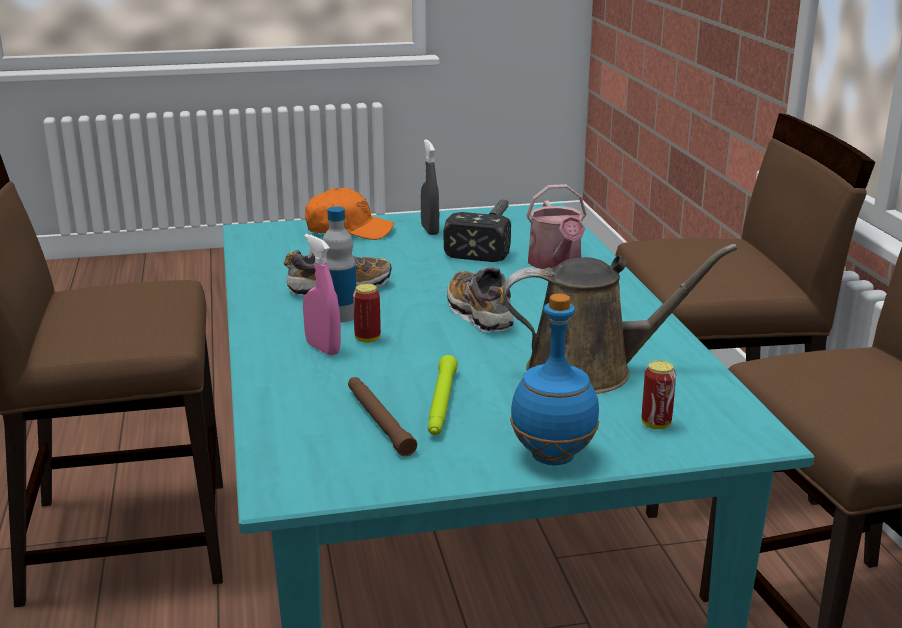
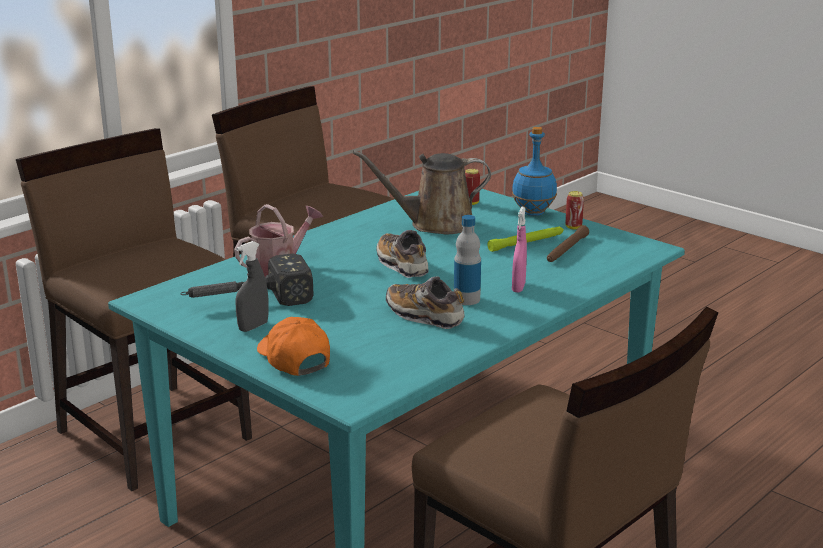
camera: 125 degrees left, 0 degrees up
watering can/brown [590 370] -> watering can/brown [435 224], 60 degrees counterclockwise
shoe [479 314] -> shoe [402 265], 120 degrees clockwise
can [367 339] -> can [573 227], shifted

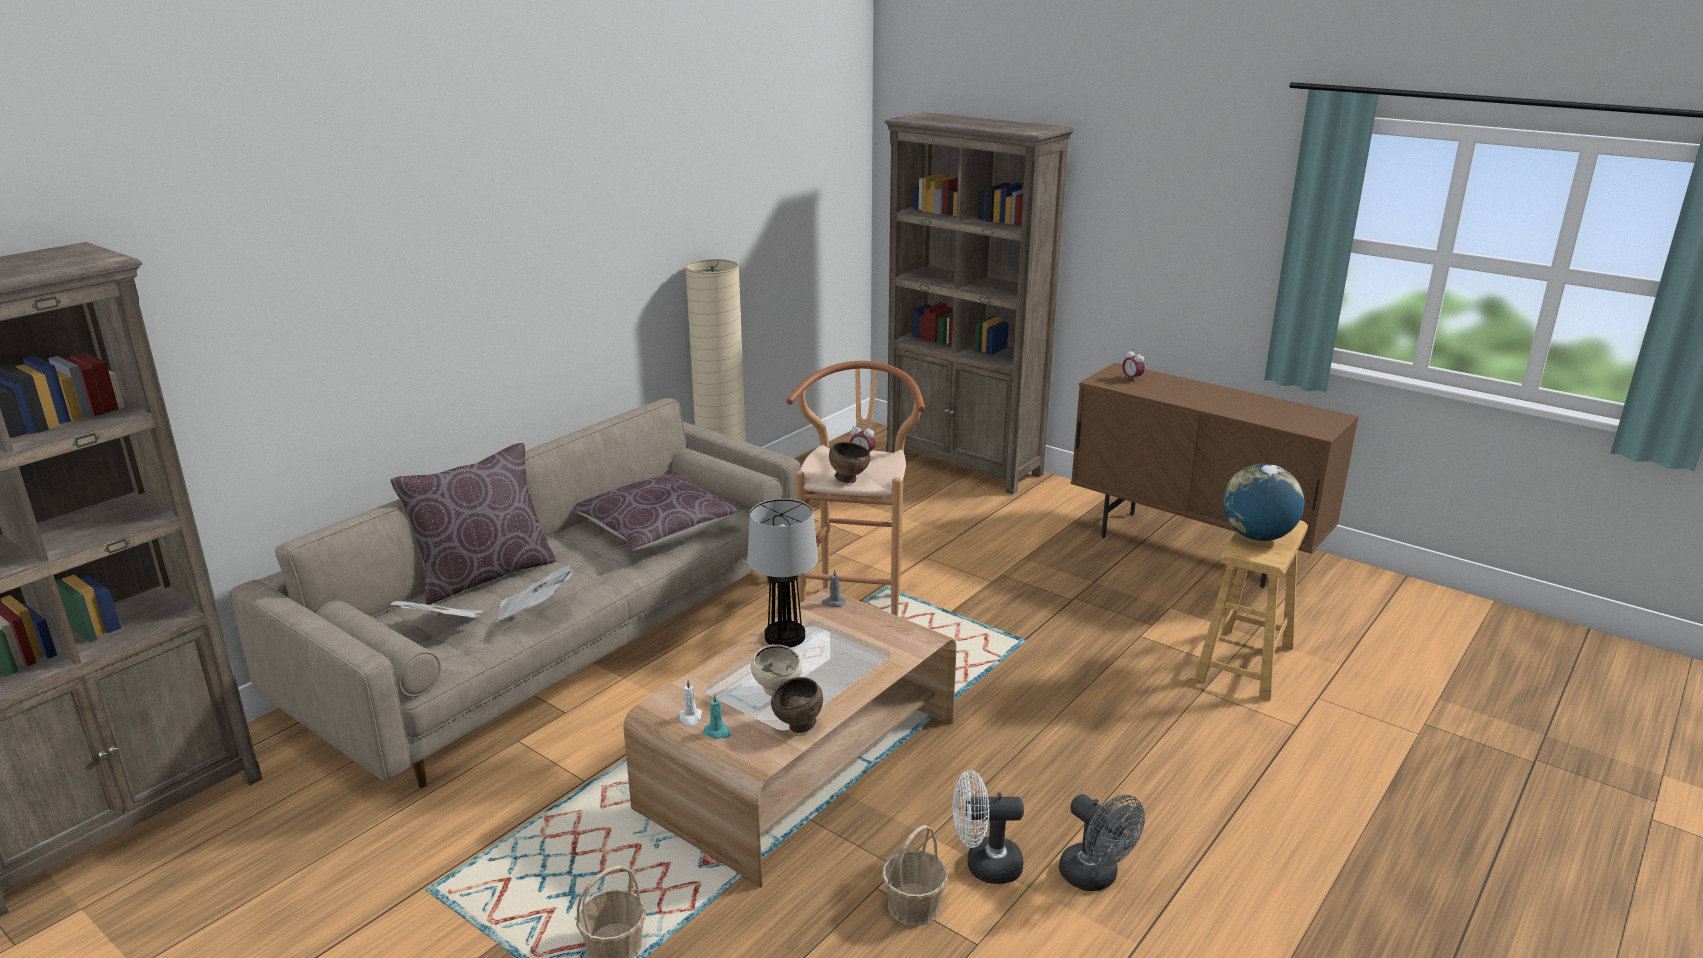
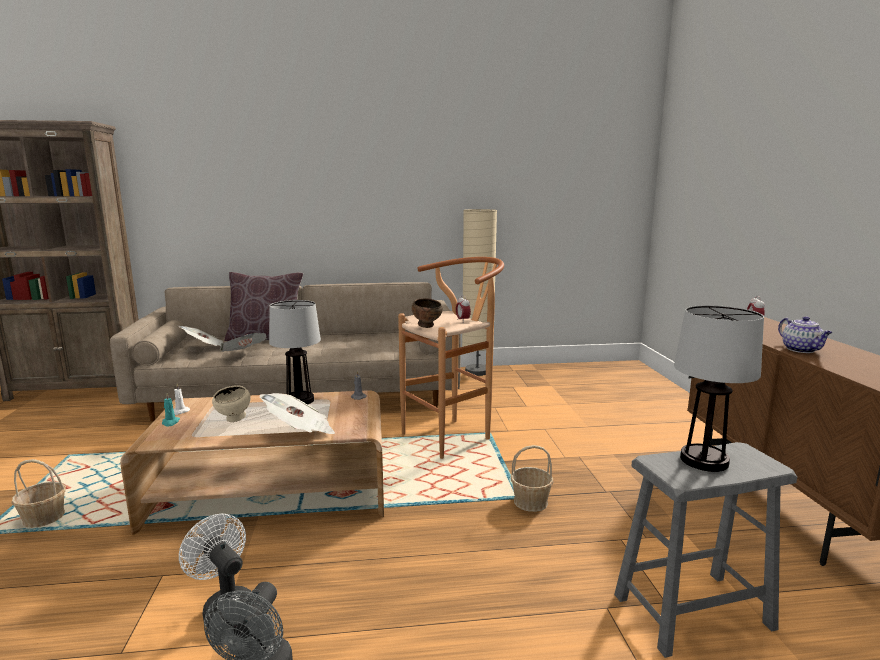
camera: 45 degrees right, 10 degrees down
none -> newspaper [300 431]
basket [914 905] -> basket [531 502], shifted
stool/brown [1244 663] -> stool/grey [692 611]
globe [1257 536] -> table lamp [703 460]
none -> teapot [801 350]
pillow/brown [658 529] -> none
bowl/brown [798 727] -> none
bookcase/brown [964 465] -> none

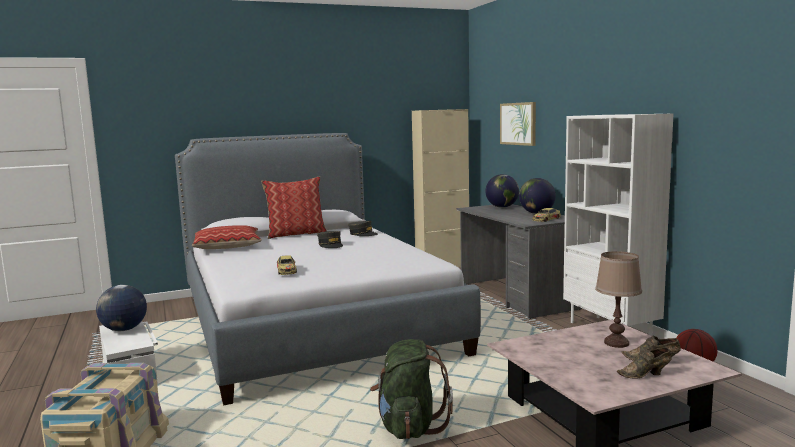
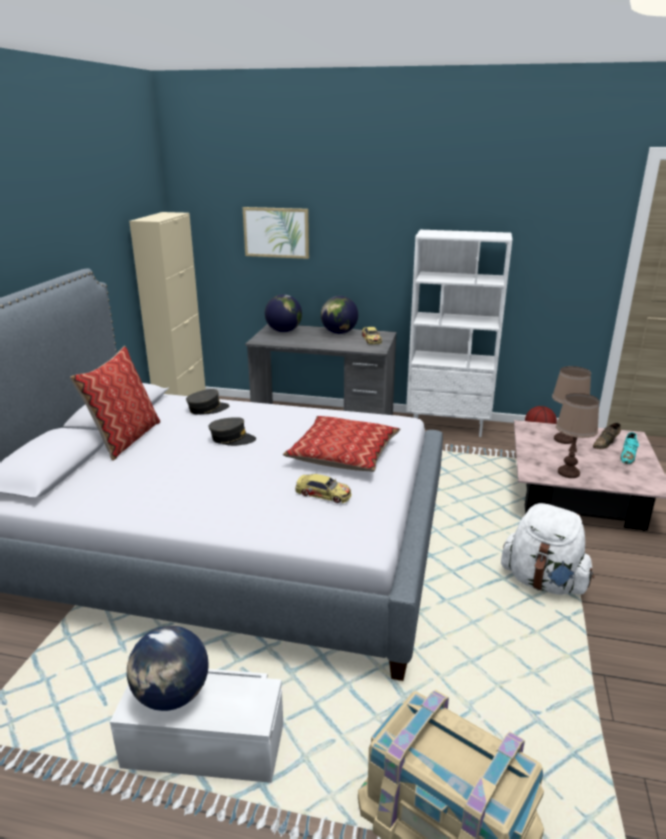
camera: 55 degrees left, 15 degrees up
pillow [228 246] -> pillow [343 454], shifted
backpack/green [409 427] -> backpack/white [543 582]
none -> table lamp/brown [568 473]
shoe/brown [646 375] -> shoe/turquoise [628 456]

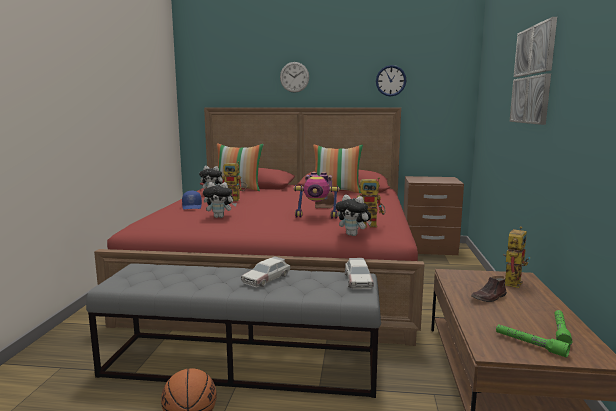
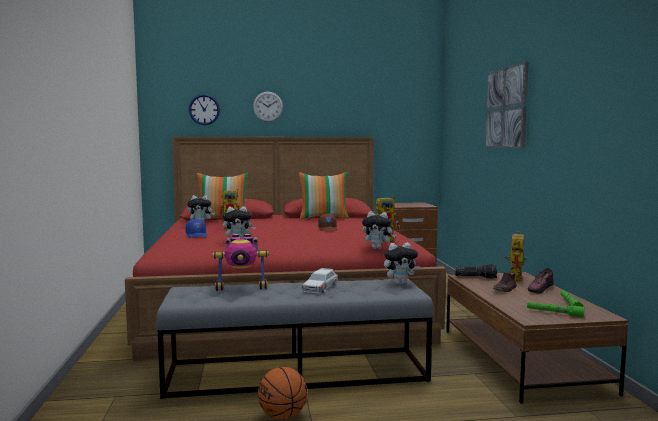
camera: 15 degrees left, 5 degrees down
wall clock [390 80] -> wall clock [204 109], shifted
toy robot [317 216] -> toy robot [242 287], shifted
toy car [358 280] -> plush toy [400 283]
none -> flashlight [476 277]
none -> shoe [540 289]

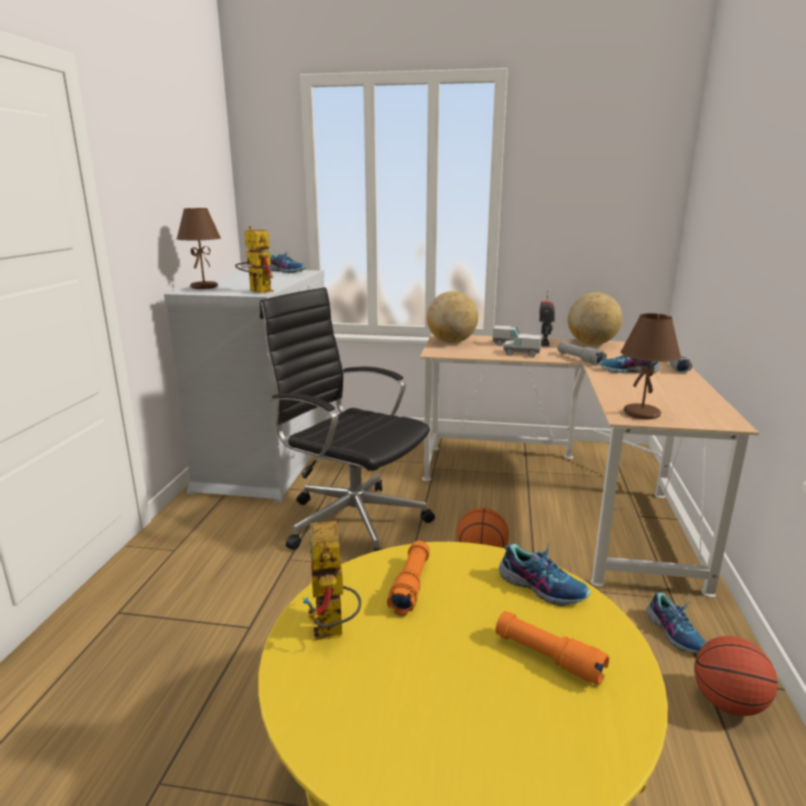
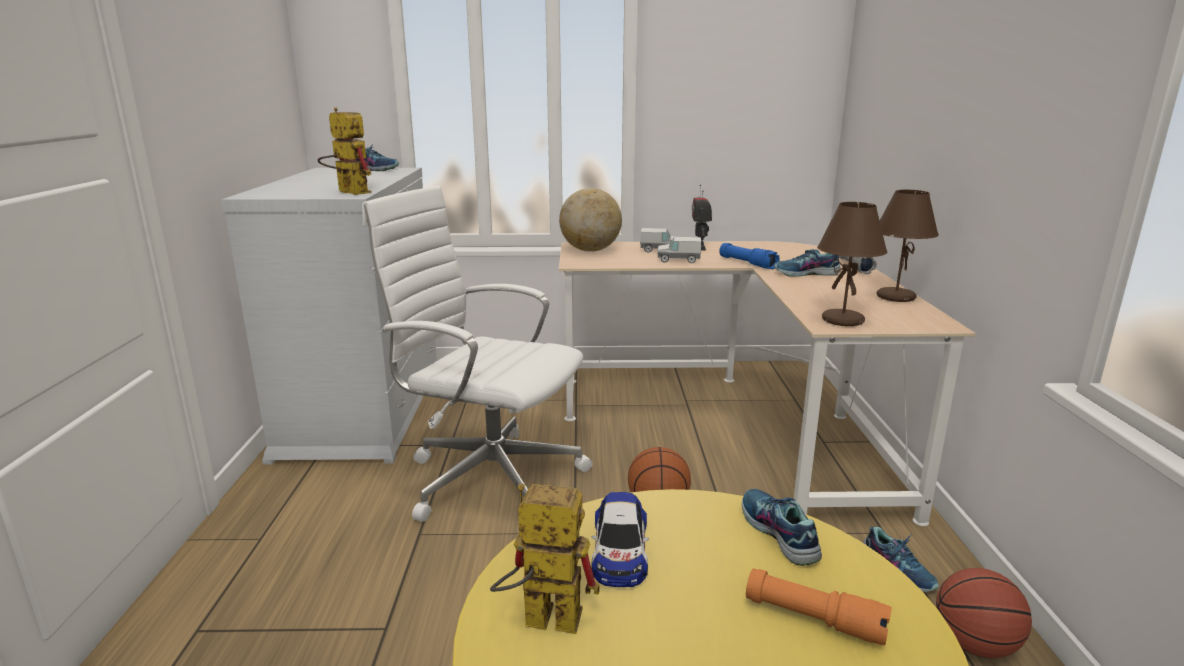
camera: 10 degrees left, 0 degrees up
office chair/black [352 520] -> office chair/white [489 477]
toy robot [333 631] -> toy robot [539 621], 120 degrees clockwise
flashlight/orange [410 586] -> toy car [620 550]
flashlight/grey [580 359] -> flashlight/blue [747 263]
shoe [542 587] -> shoe [777 534], 135 degrees counterclockwise
table lamp/brown [204 287] -> table lamp/brown [895 297], shifted
globe [592 344] -> none

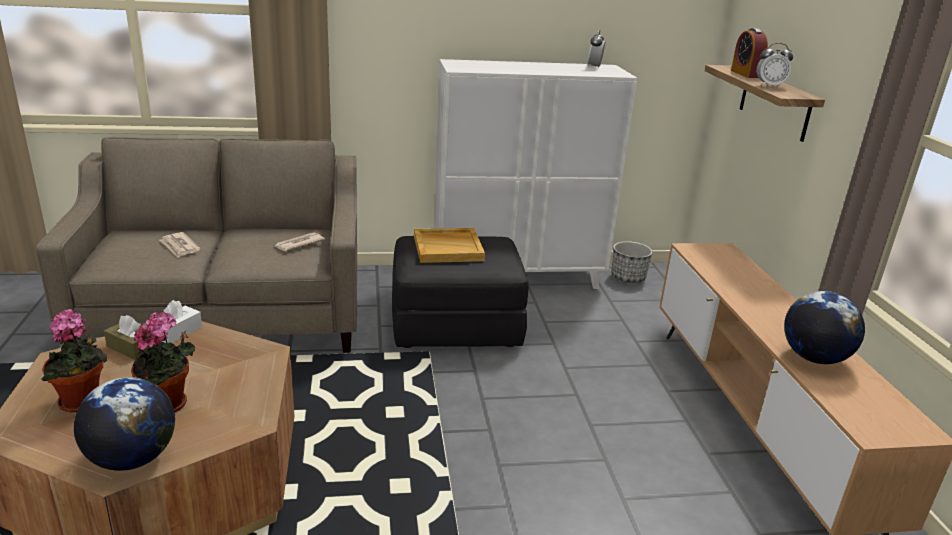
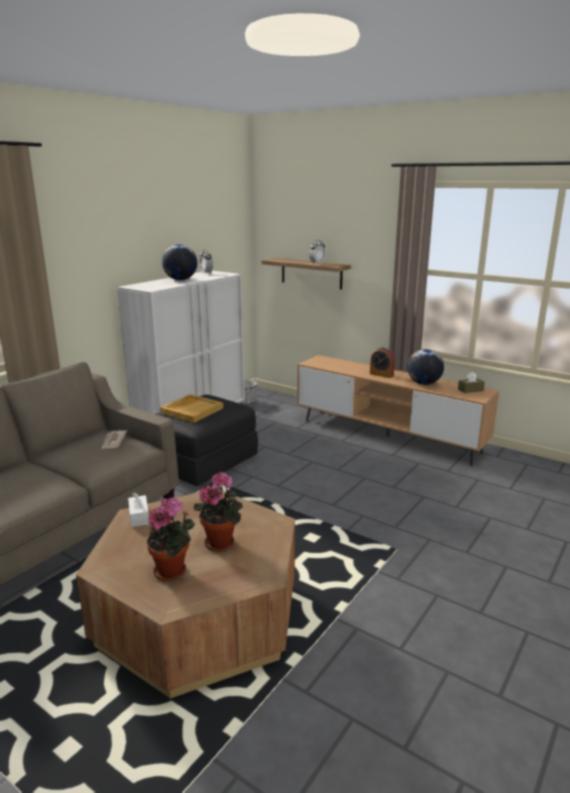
camera: 45 degrees left, 5 degrees down
globe [132 459] -> globe [180 280], shifted
alarm clock [745 74] -> alarm clock [381 374], shifted
tissue box/brown [131 348] -> tissue box/brown [470 390], shifted
newspaper [179 247] -> none

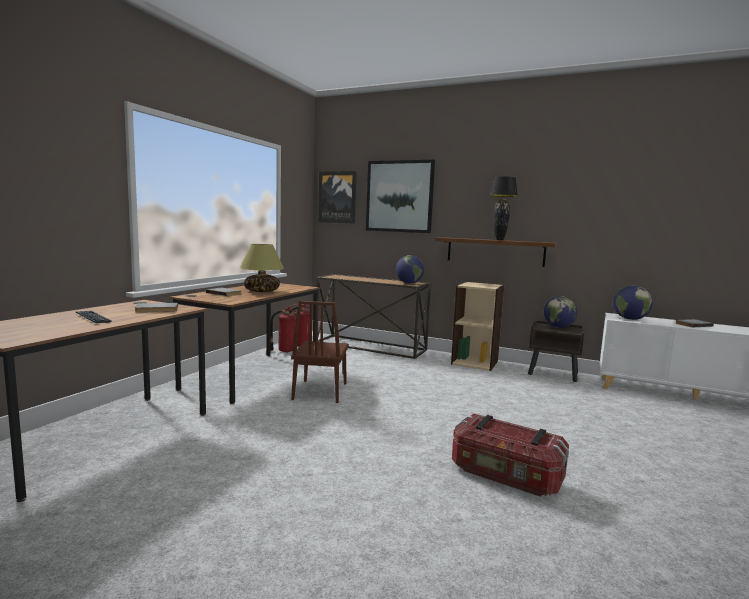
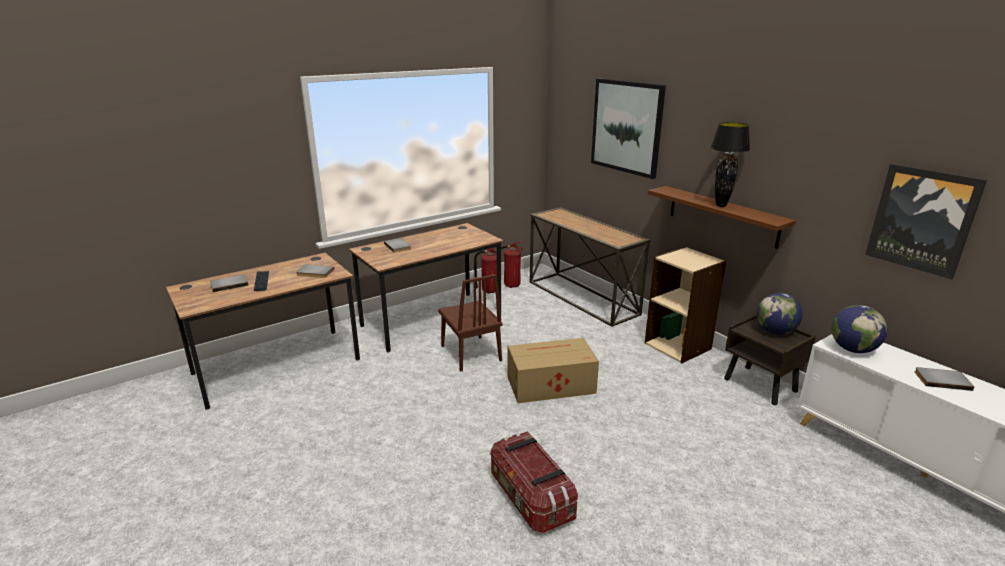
camera: 30 degrees right, 15 degrees up
none -> book/grey [229 284]
chair/brown [320 391] -> chair/brown [470 353], 60 degrees counterclockwise
none -> cardboard box [549 384]
picture [337 197] -> picture [922 219], shifted
table lamp [262 291] -> none
globe [409 283] -> none

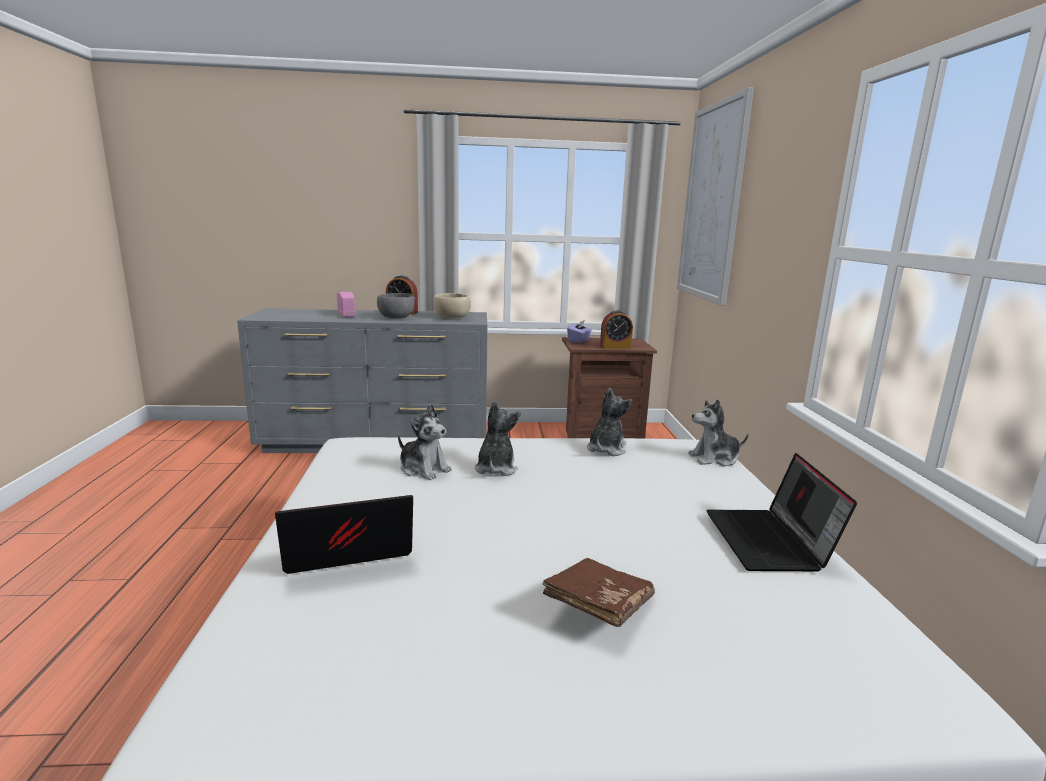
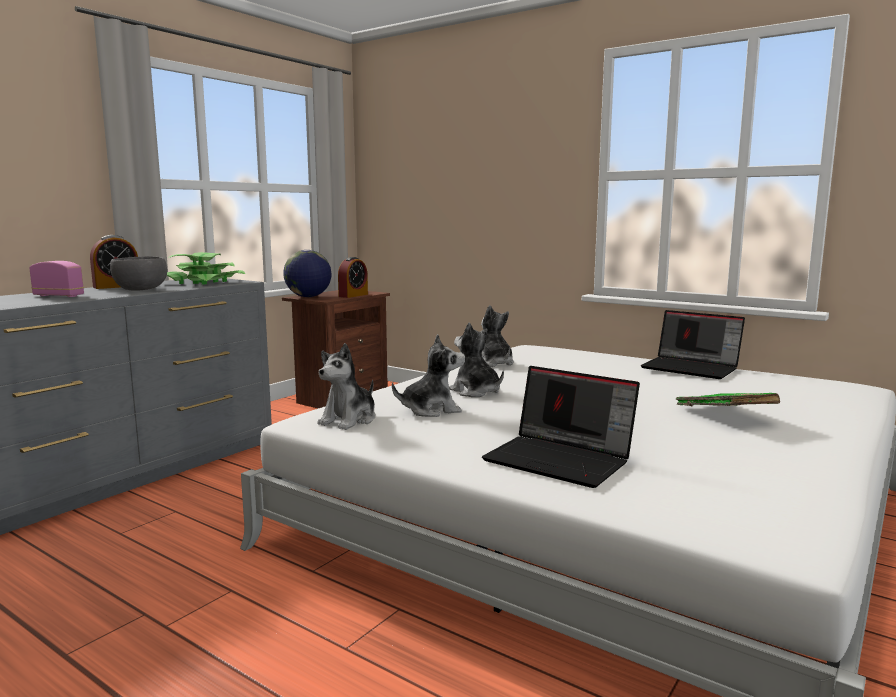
camera: 50 degrees left, 5 degrees down
bowl/beige [452 318] -> potted plant [203 282]
tissue box/purple [579 341] -> globe [308 297]
plush toy [715 458] -> plush toy [349 420], shifted
laptop [346 552] -> laptop [561 460], 75 degrees counterclockwise
book/brown [598 606] -> book/green [725 414]
picture [712 203] -> none

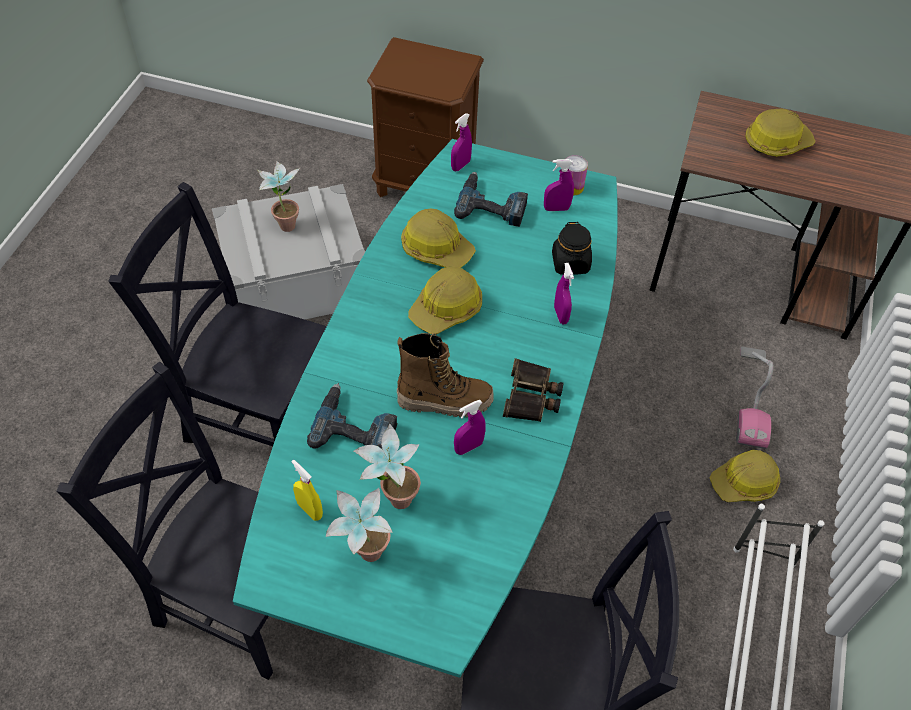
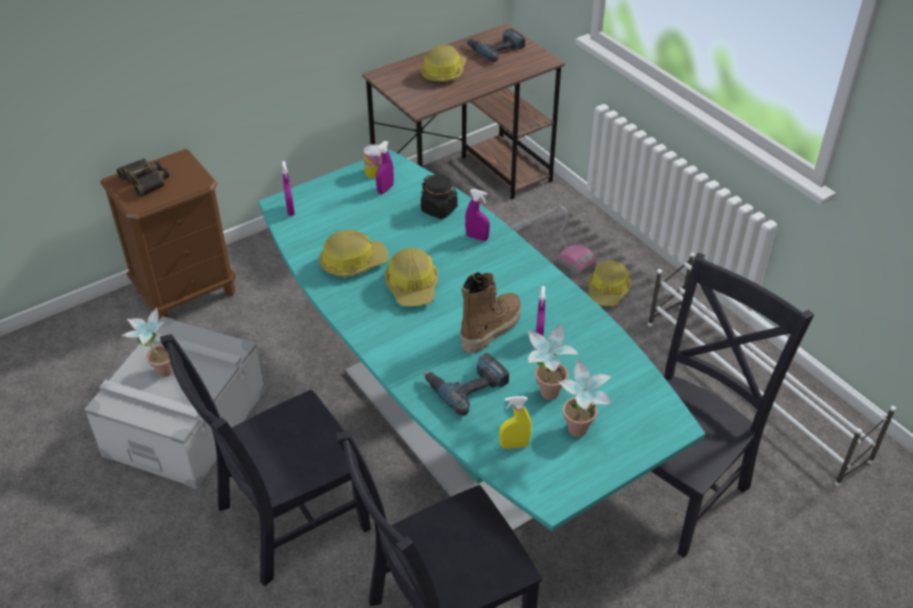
camera: 50 degrees left, 10 degrees down
binoculars [532 397] -> binoculars [146 181], shifted
power drill [492 205] -> power drill [495 48], shifted

